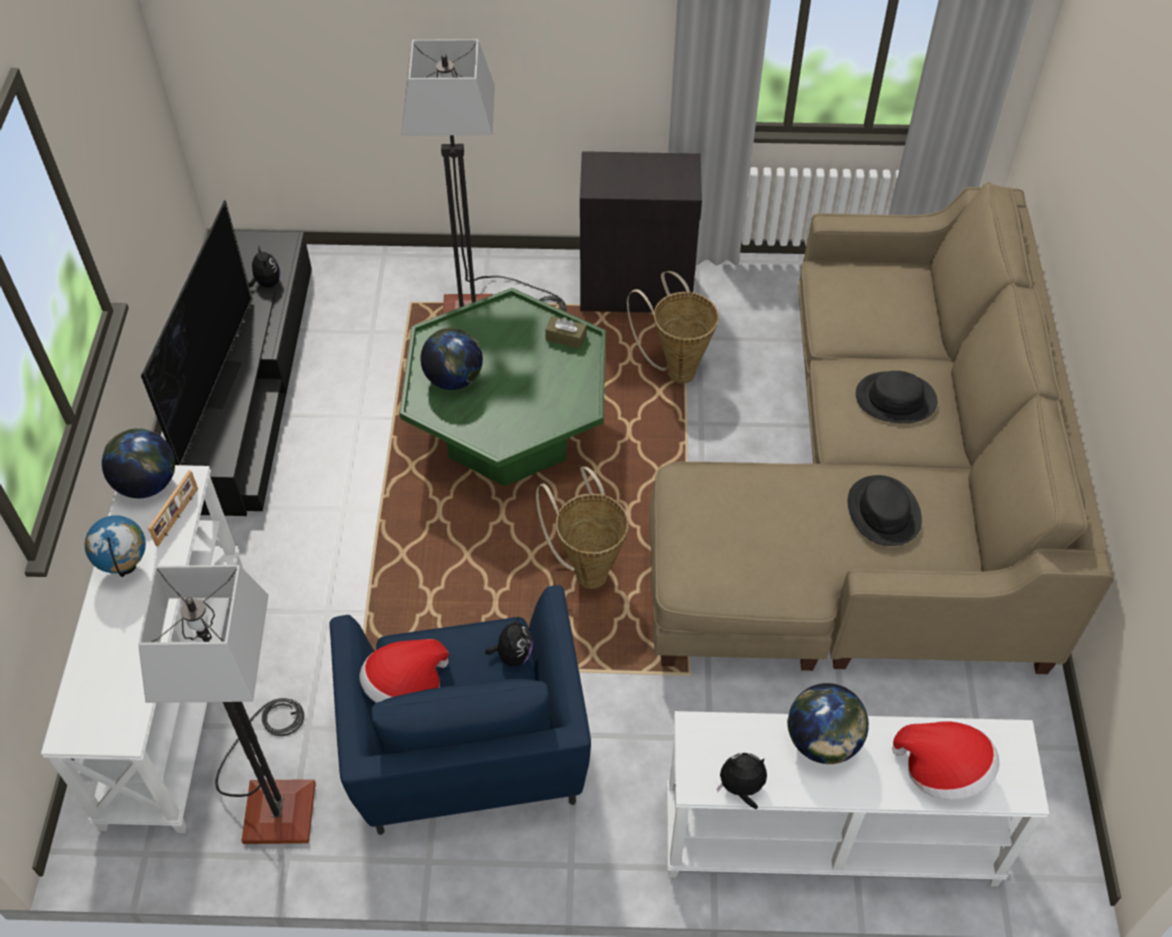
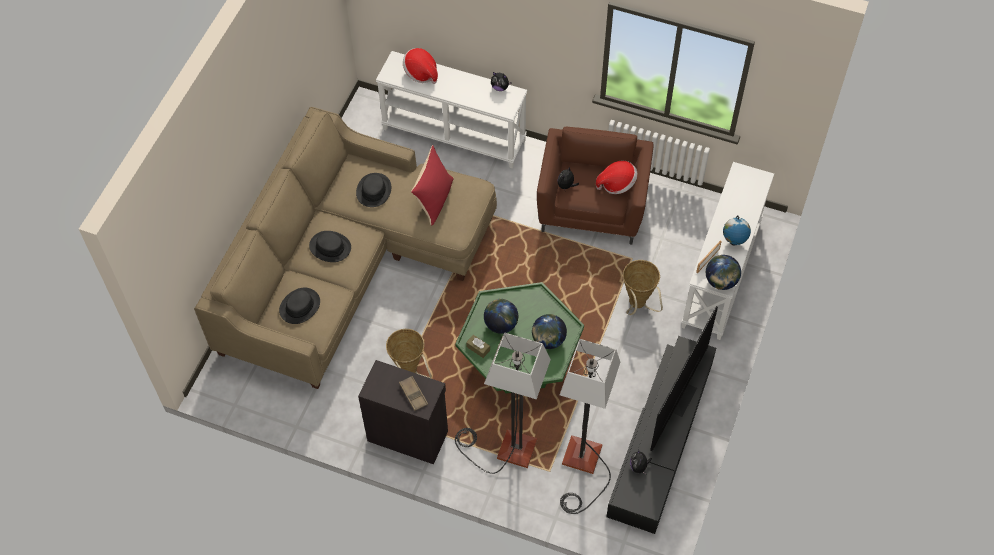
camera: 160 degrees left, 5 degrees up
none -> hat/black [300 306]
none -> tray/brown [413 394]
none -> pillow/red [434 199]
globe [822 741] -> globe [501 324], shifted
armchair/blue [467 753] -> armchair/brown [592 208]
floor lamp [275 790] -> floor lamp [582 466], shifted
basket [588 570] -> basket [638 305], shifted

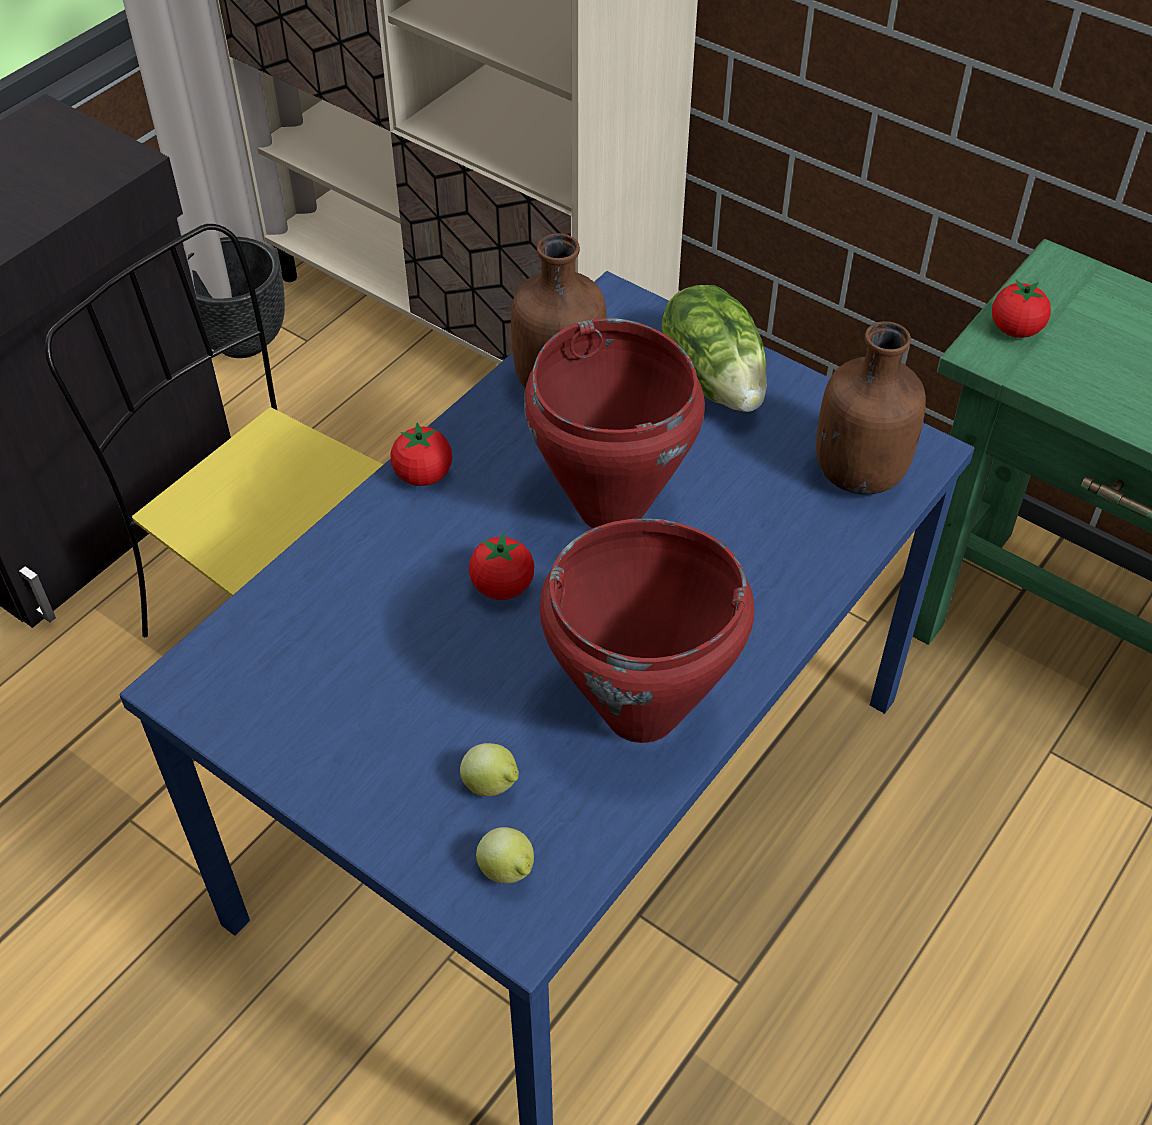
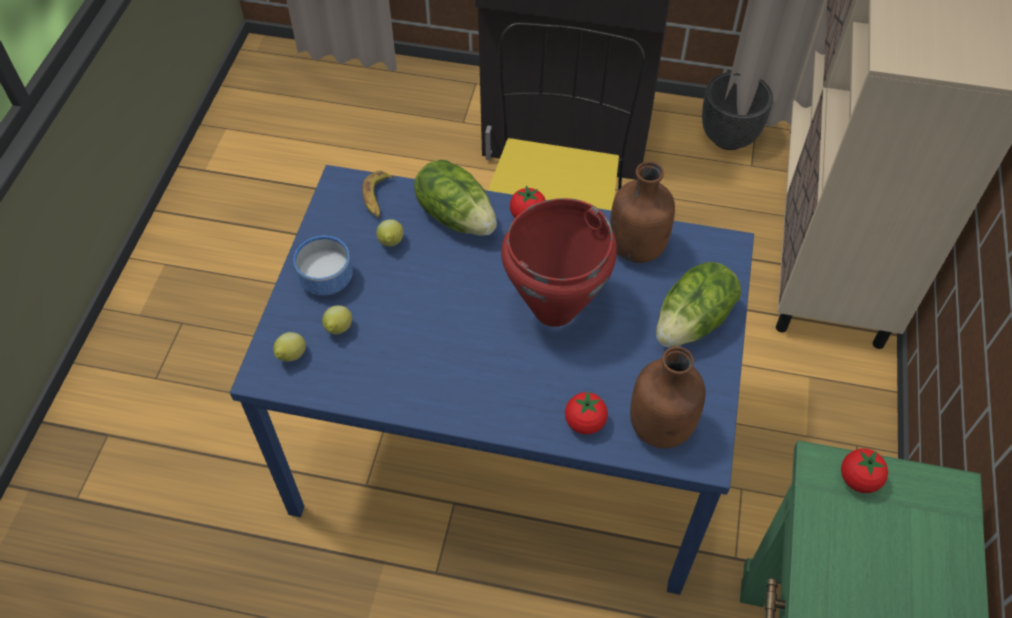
camera: 65 degrees right, 5 degrees up
none -> bowl [329 279]
none -> banana [378 198]
none -> lemon [391 243]
none -> lettuce [456 216]
tomato [502 586] -> tomato [585 422], shifted
cooking pot/red [642 713] -> none

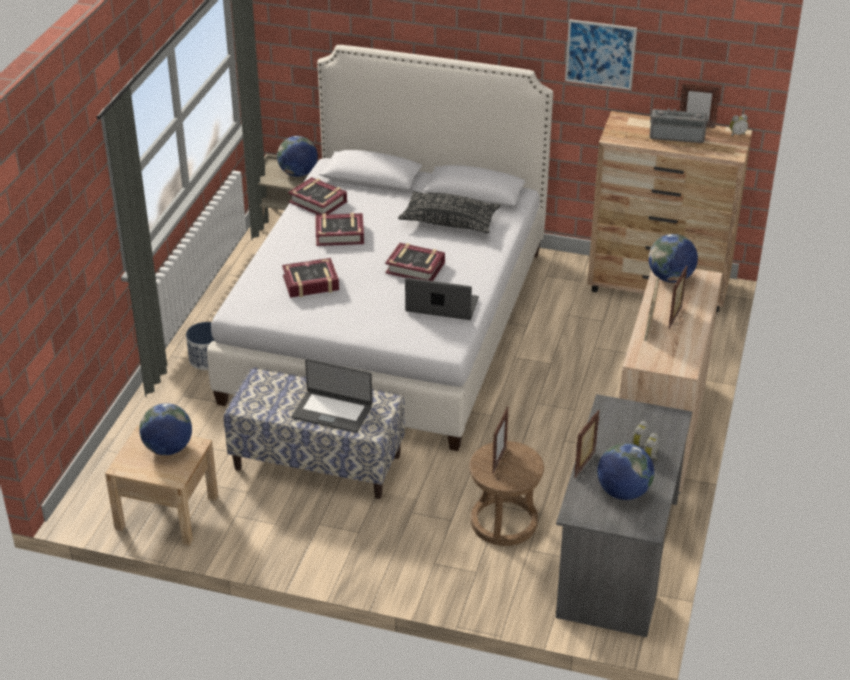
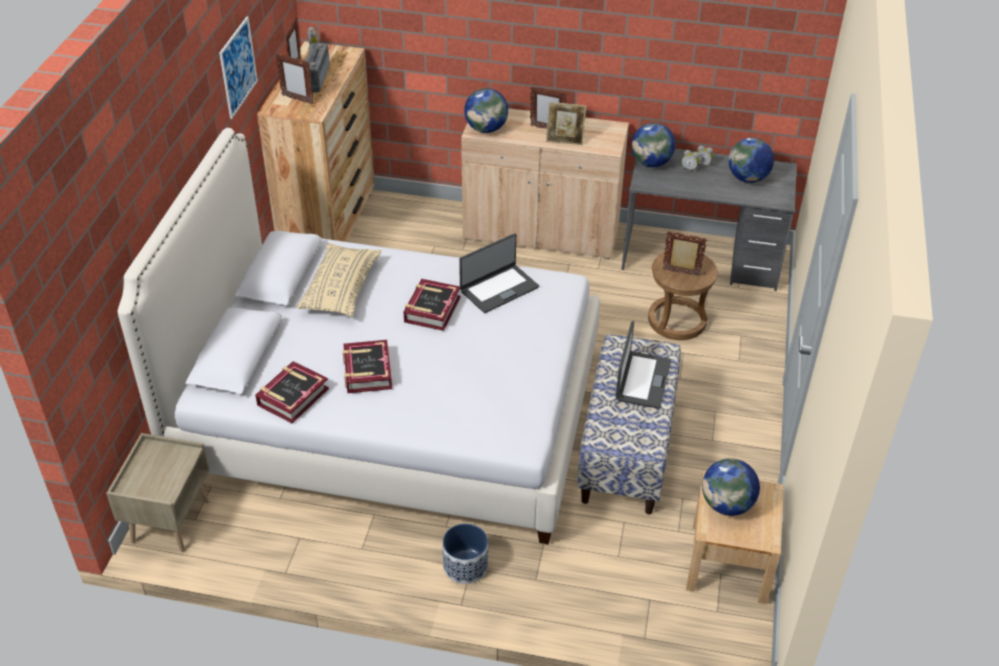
camera: 95 degrees left, 5 degrees up
picture frame [585 465] -> picture frame [297 99], shifted
pillow/black [449 222] -> pillow/beige [341 289]
laptop [441 306] -> laptop [498 288], 135 degrees counterclockwise
globe [298 173] -> globe [651 163], shifted
book [311 283] -> none

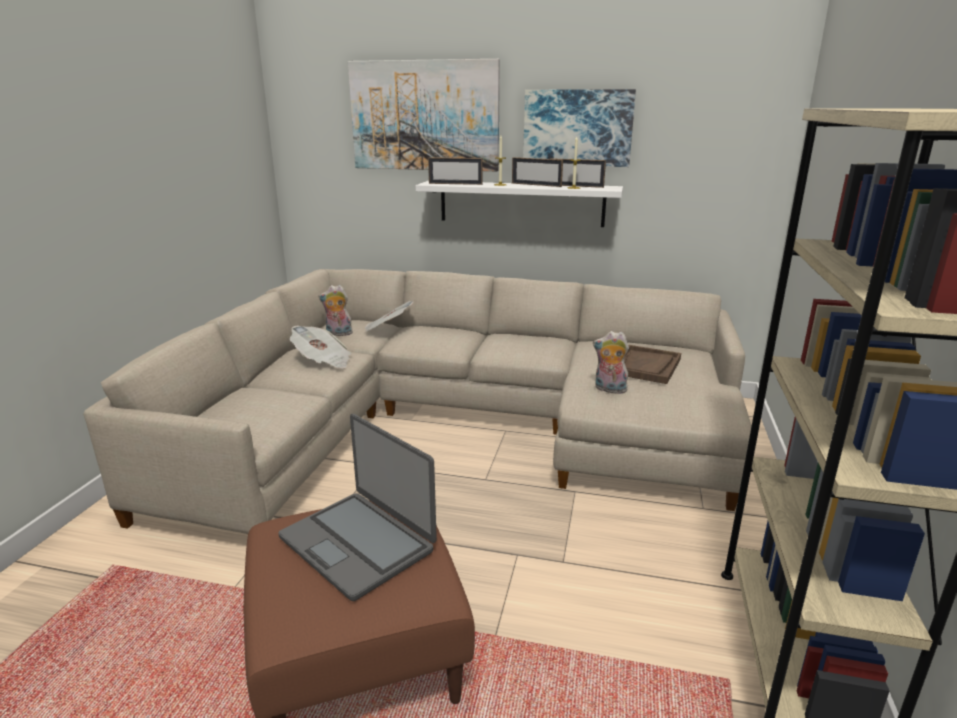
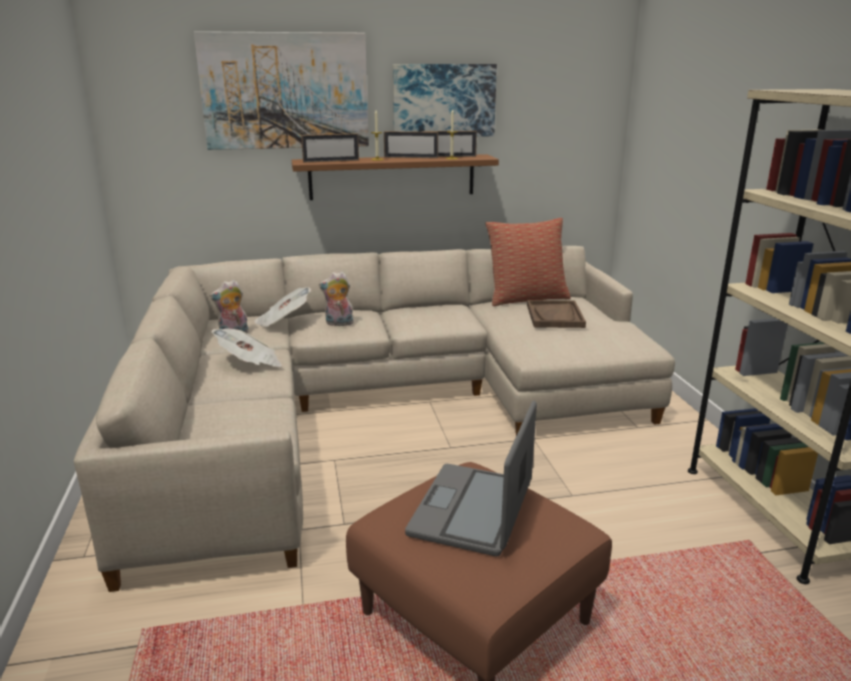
camera: 25 degrees left, 0 degrees up
shelf/white [521 203] -> shelf/brown [392 177]
plush toy [609 390] -> plush toy [338 324], shifted
laptop [358 543] -> laptop [473 510], 90 degrees clockwise
none -> pillow [526 298]

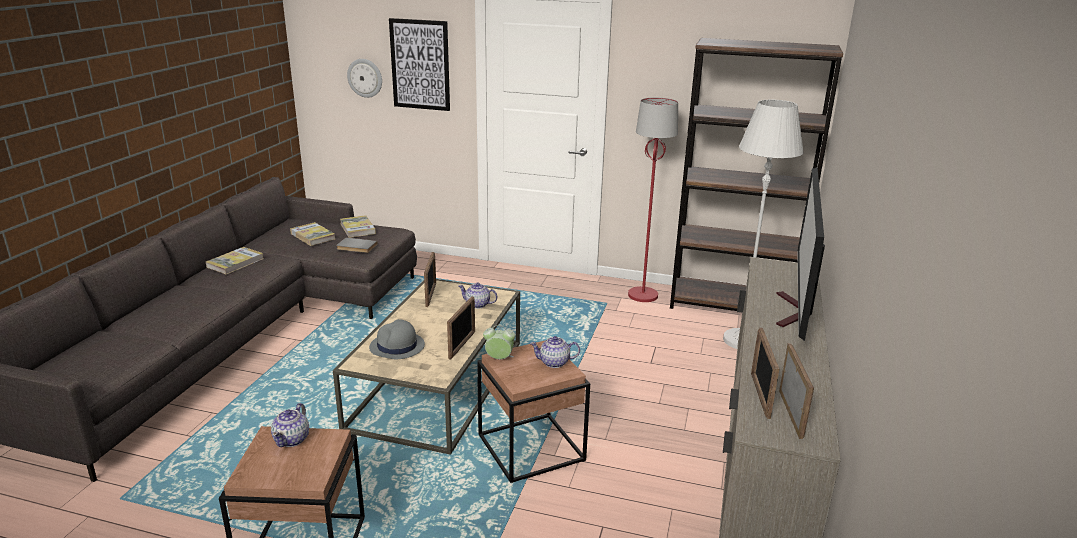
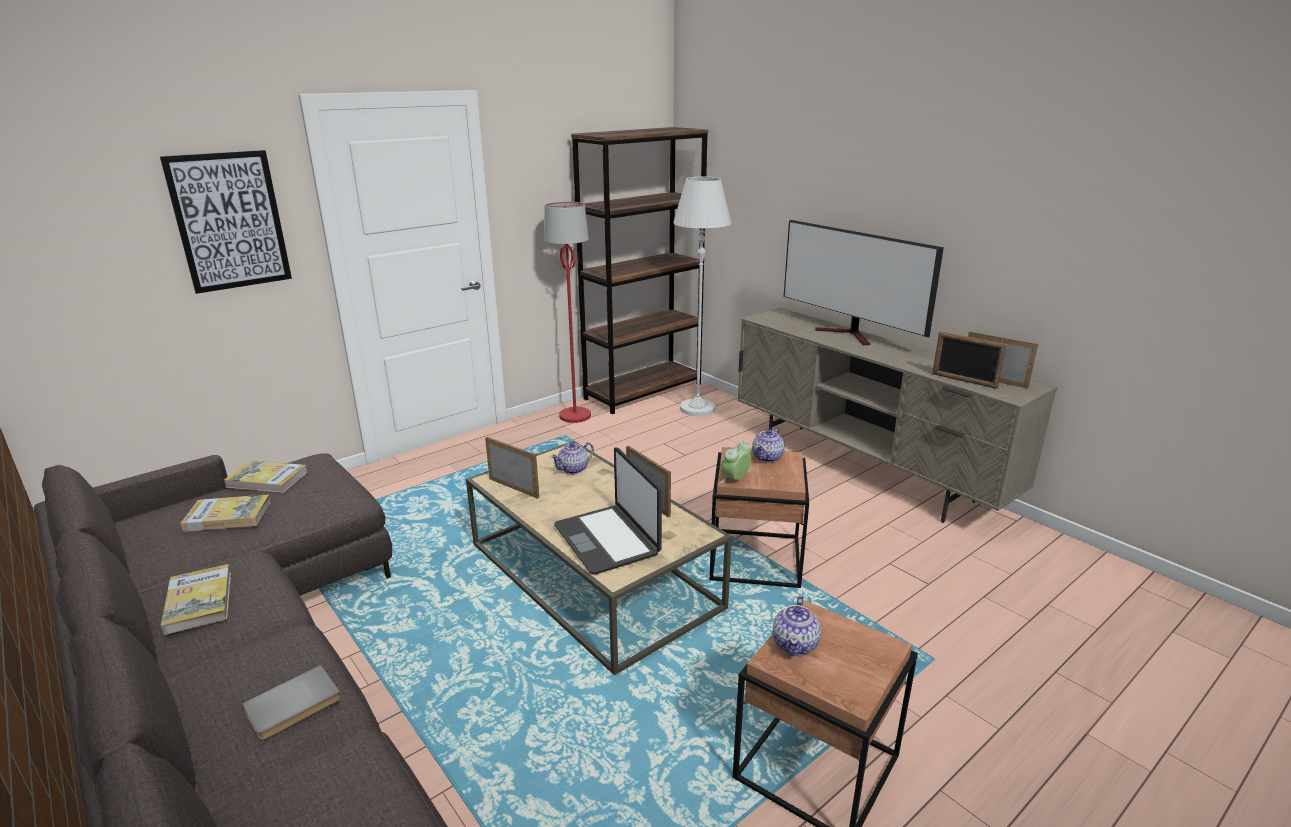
camera: 55 degrees left, 0 degrees up
book/grey [356 247] -> book/grey [294 706], shifted
hat/grey [397 347] -> laptop [608 540]
teapot [292 439] -> teapot [795 644], 60 degrees clockwise
wall clock [365 78] -> none

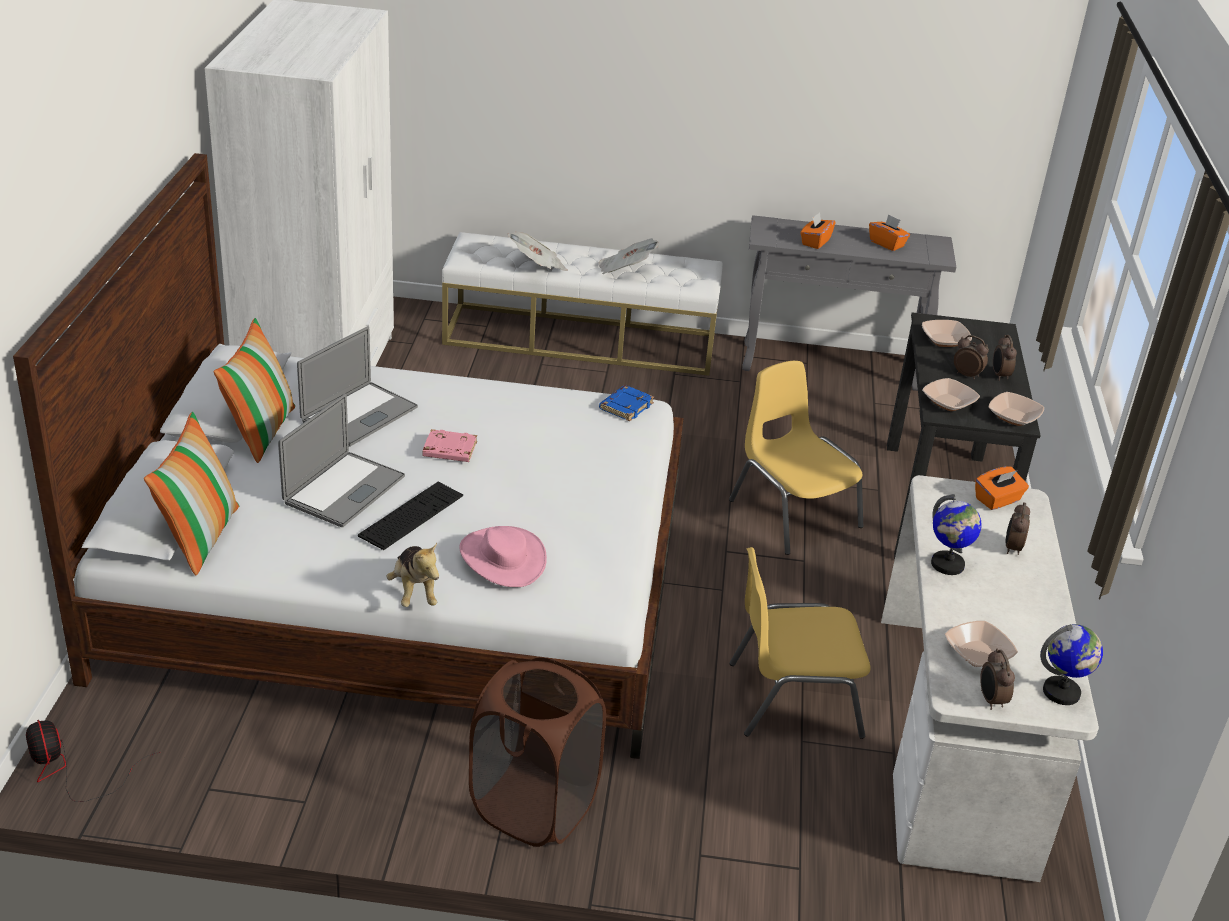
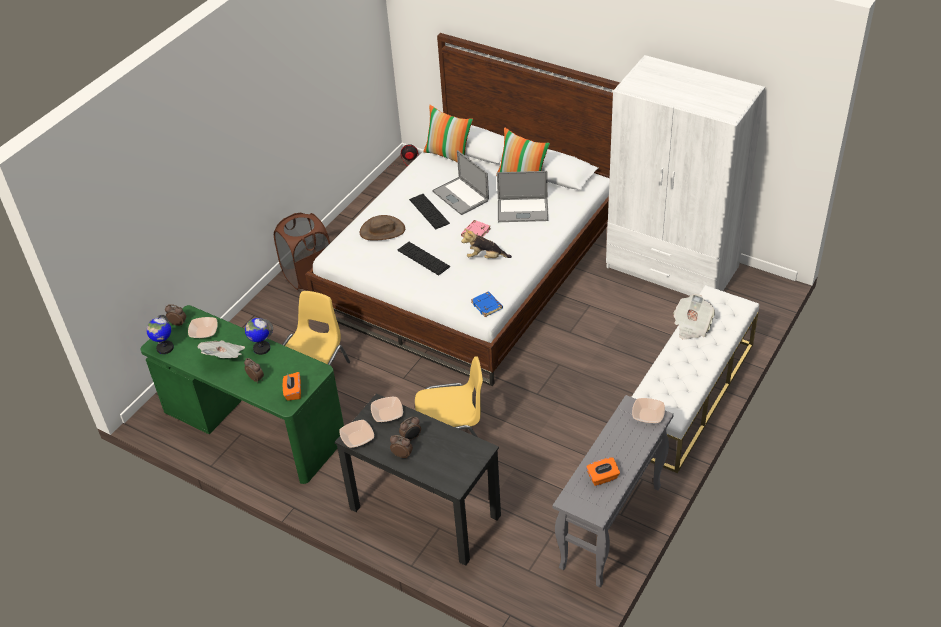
camera: 120 degrees right, 10 degrees up
desk/white [956 737] -> desk/green [253 426]
newspaper [625 270] -> newspaper [224 357], shifted
hat/pink [502 558] -> hat/brown [382 231]
none -> keyboard [423 258]
plush toy [414 592] -> plush toy [485 257], shifted
laptop [359 414] -> laptop [522 210], 60 degrees counterclockwise
bowl [944 340] -> bowl [648 415], shifted
tissue box/orange [815 242] -> none

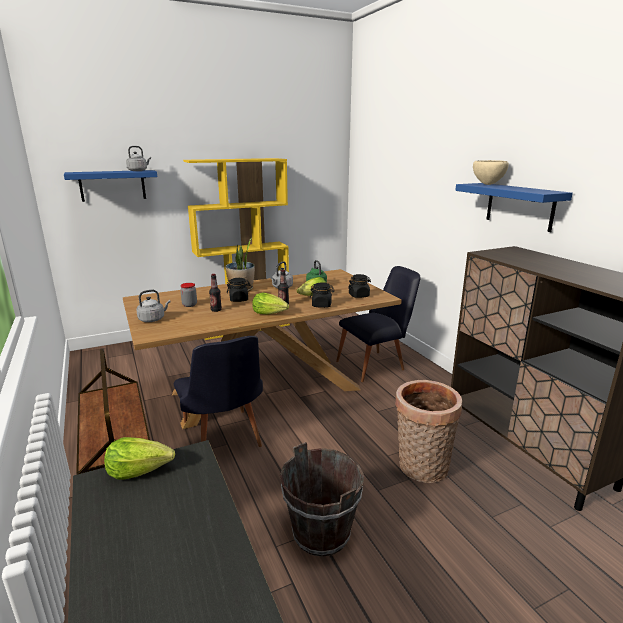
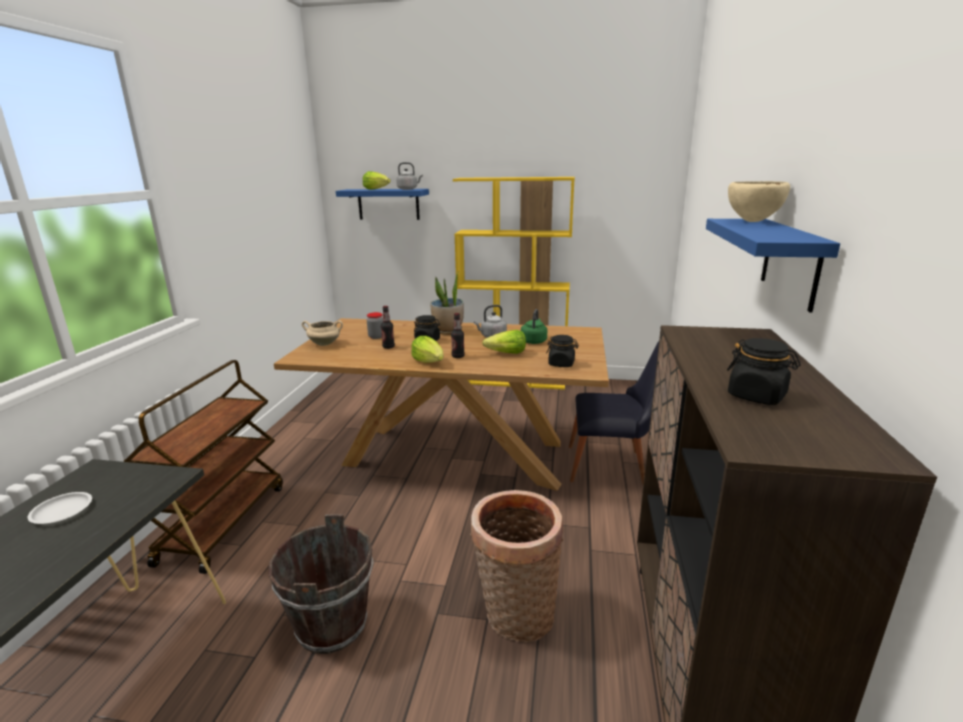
camera: 35 degrees right, 0 degrees up
none -> plate/white [62 511]
kettle/grey [153 319] -> cooking pot/beige [325 344]
lettuce [139 470] -> lettuce [377 189], shifted
jar/black [322 305] -> jar/black [757 396], shifted
chair/black [224 441] -> none

